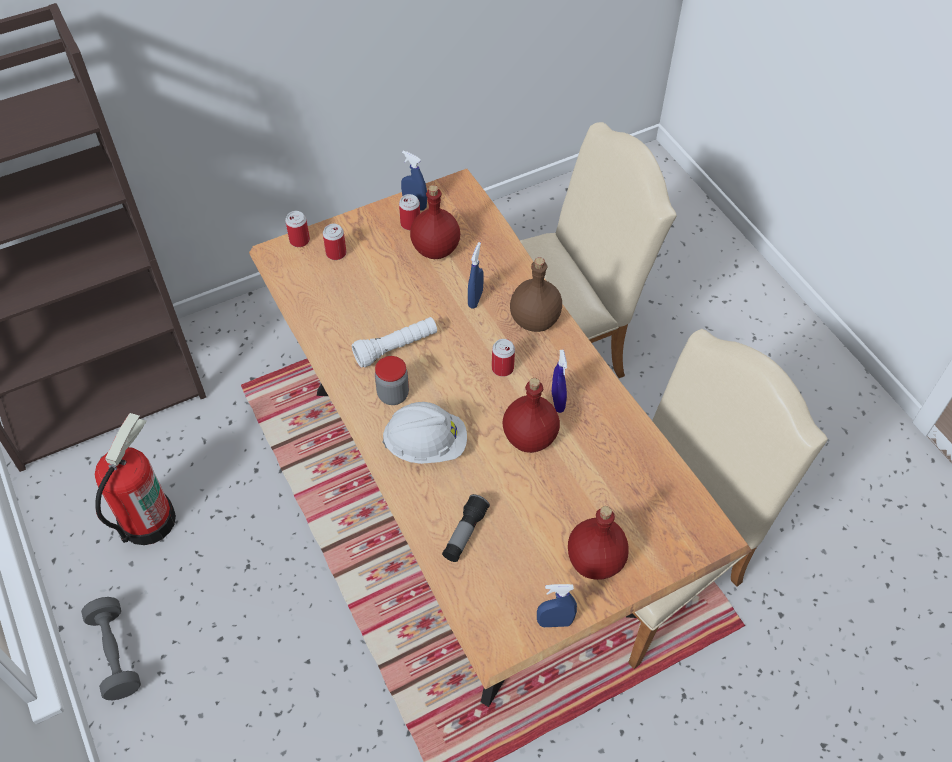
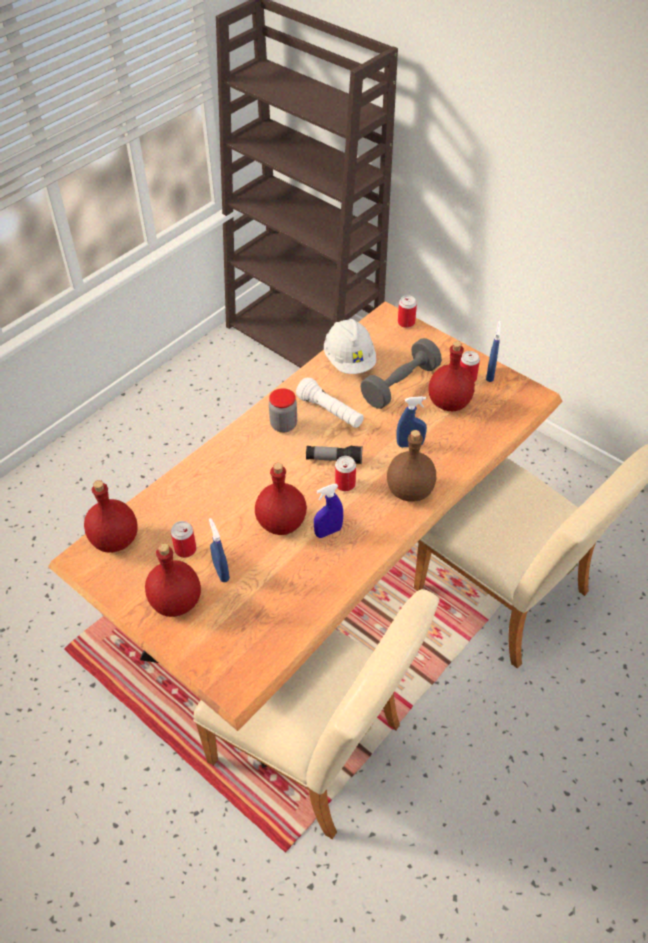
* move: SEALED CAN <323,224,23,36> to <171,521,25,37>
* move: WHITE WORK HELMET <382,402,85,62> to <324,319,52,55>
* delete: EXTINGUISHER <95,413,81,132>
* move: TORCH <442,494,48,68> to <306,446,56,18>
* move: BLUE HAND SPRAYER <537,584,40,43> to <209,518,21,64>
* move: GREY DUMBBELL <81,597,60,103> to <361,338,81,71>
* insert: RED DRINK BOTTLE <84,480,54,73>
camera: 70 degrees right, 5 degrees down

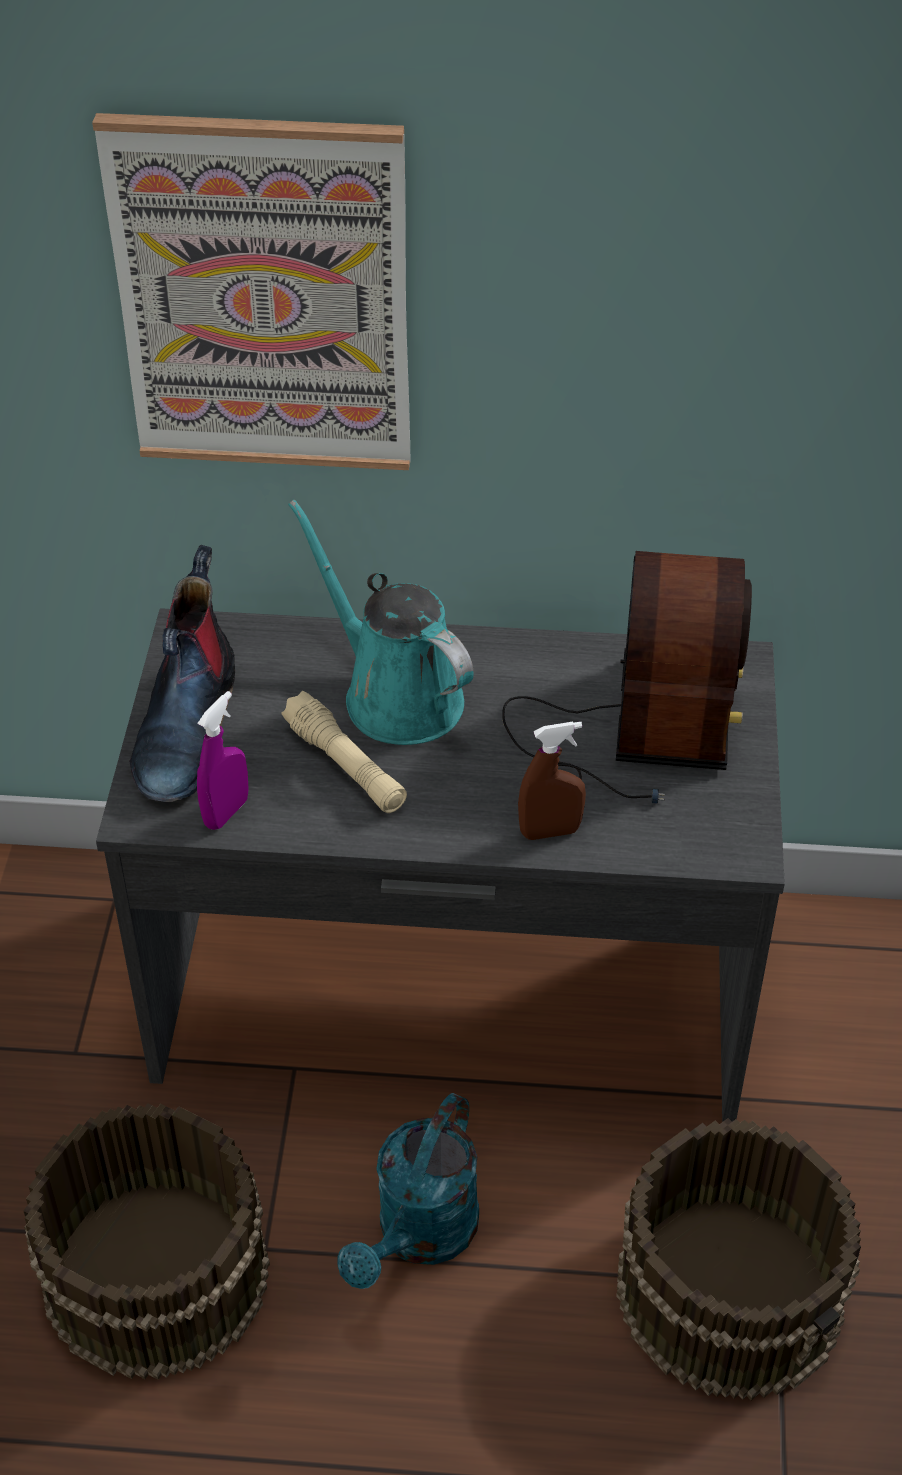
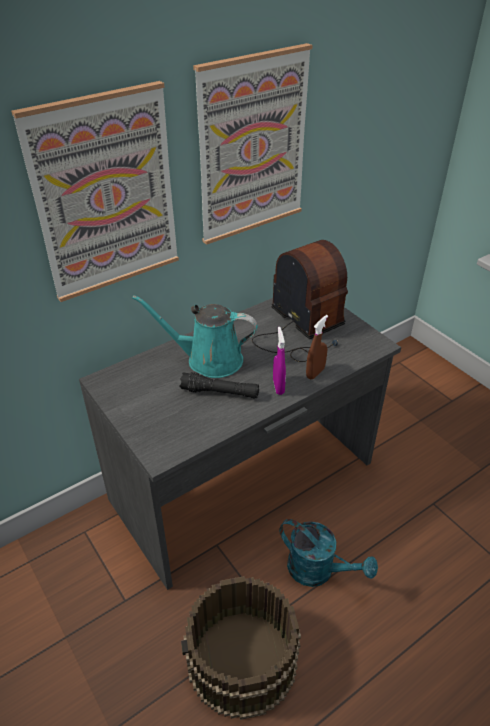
* delete: TALL BOOT <129,545,106,257>
* move: PURPLE HAND SPRAYER <197,691,52,139> to <273,327,13,68>
* recolor: BEIGE TORCH <282,691,125,122> to BLACK-COLOURED TORCH <179,372,80,27>
* rotate: BLUE-GREEN WATERING POT <338,1093,141,196> = <279,519,99,68> 45 degrees counterclockwise
* delete: BROWN BUCKET <616,1118,245,282>
* insert: WALL ART <193,43,120,202>
camera: 40 degrees left, 5 degrees down

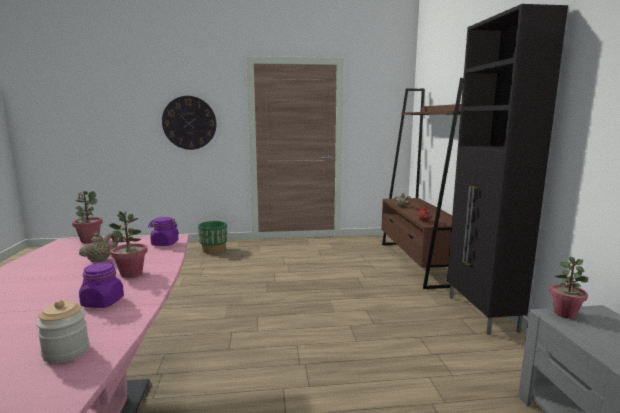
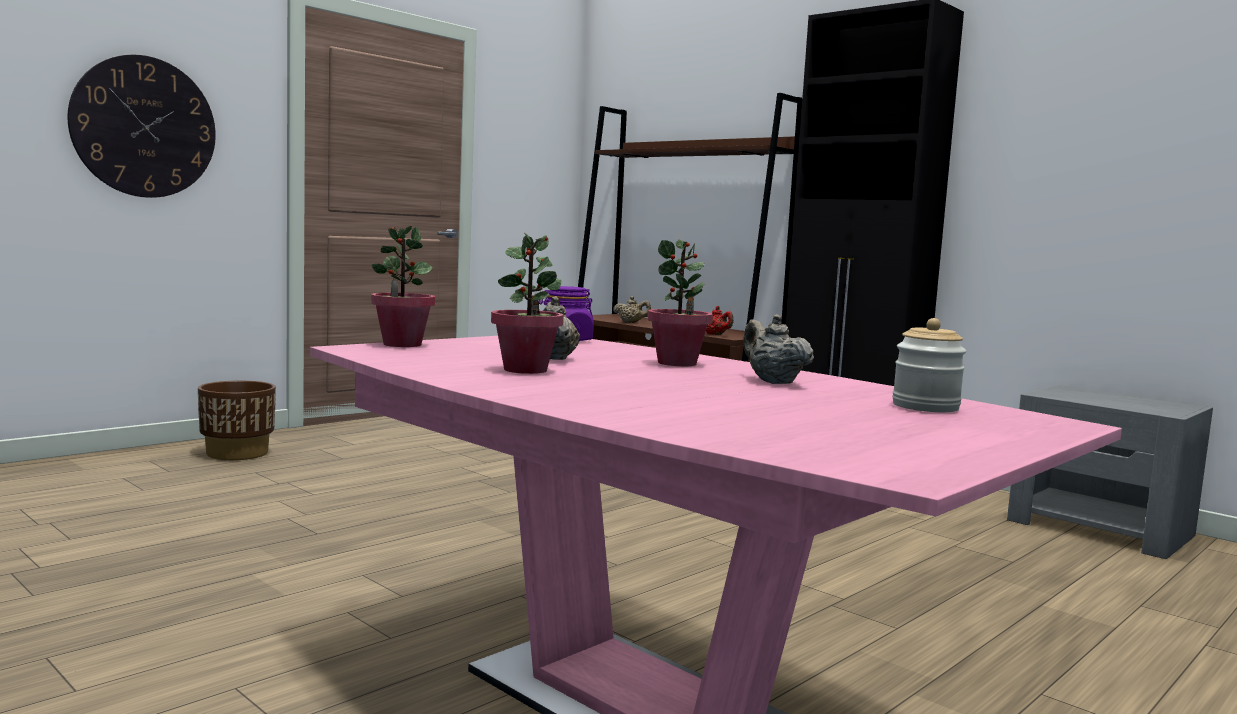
* recolor: GREEN PLANTER <198,221,29,33> to BROWN PLANTER <198,381,78,79>
* move: PLANT IN A POT <550,257,39,62> to <491,233,73,141>
* replace: PURPLE STORAGE JAR <79,262,45,46> to BEIGE TEAPOT <743,314,71,70>
camera: 40 degrees left, 5 degrees down

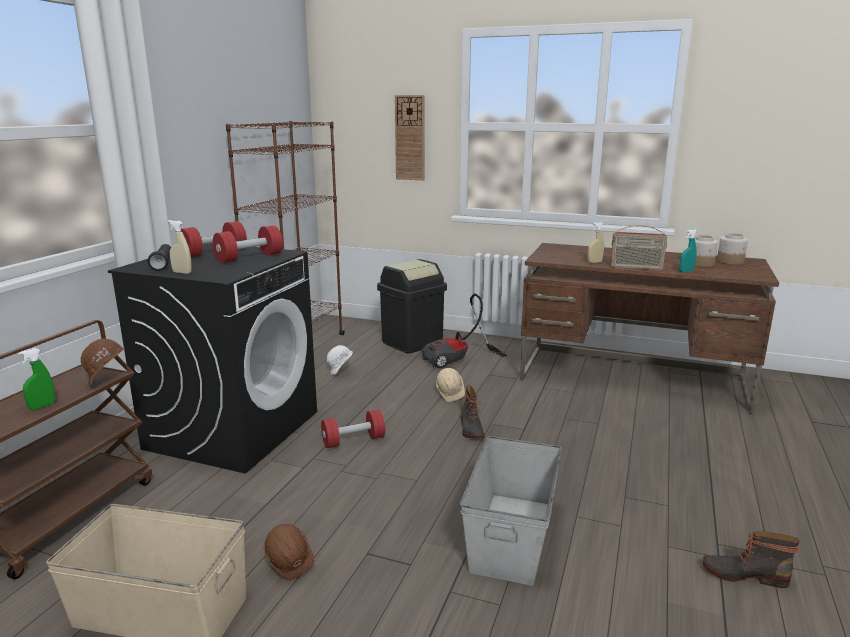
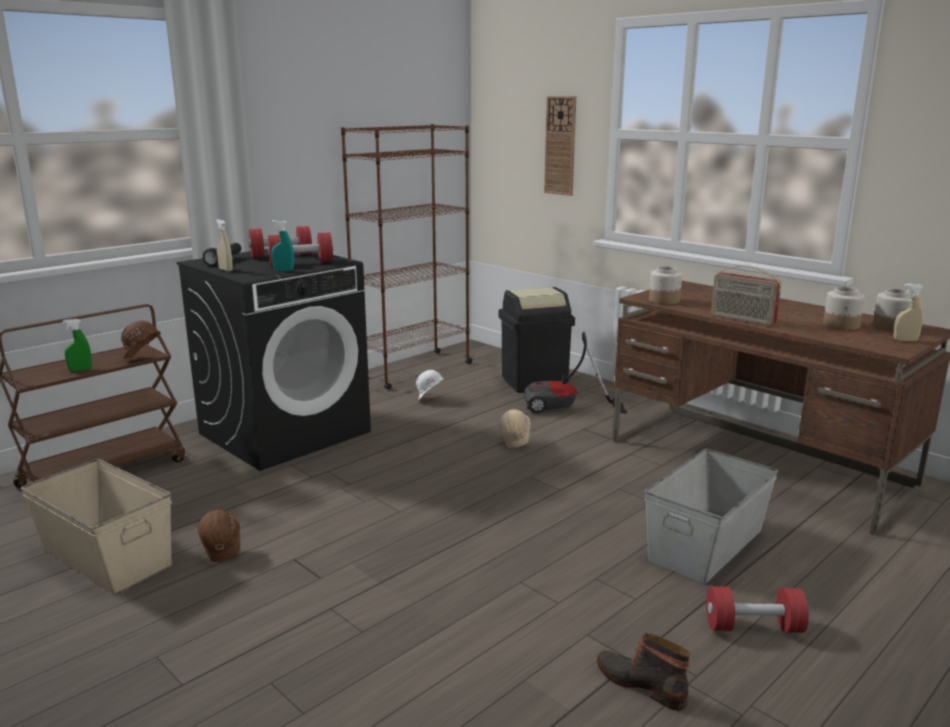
* move: BEIGE HAND SPRAYER <588,222,16,41> to <894,284,30,57>
* move: BLUE-GREEN HAND SPRAYER <679,229,18,44> to <271,220,23,51>
* delete: TALL BOOT <461,385,24,54>
* move: RED DUMBBELL <321,410,64,38> to <706,586,103,47>
* move: GREY STORAGE BIN <460,436,102,150> to <645,449,133,135>
* insert: STORAGE JAR <649,266,33,39>
camera: 25 degrees right, 0 degrees up

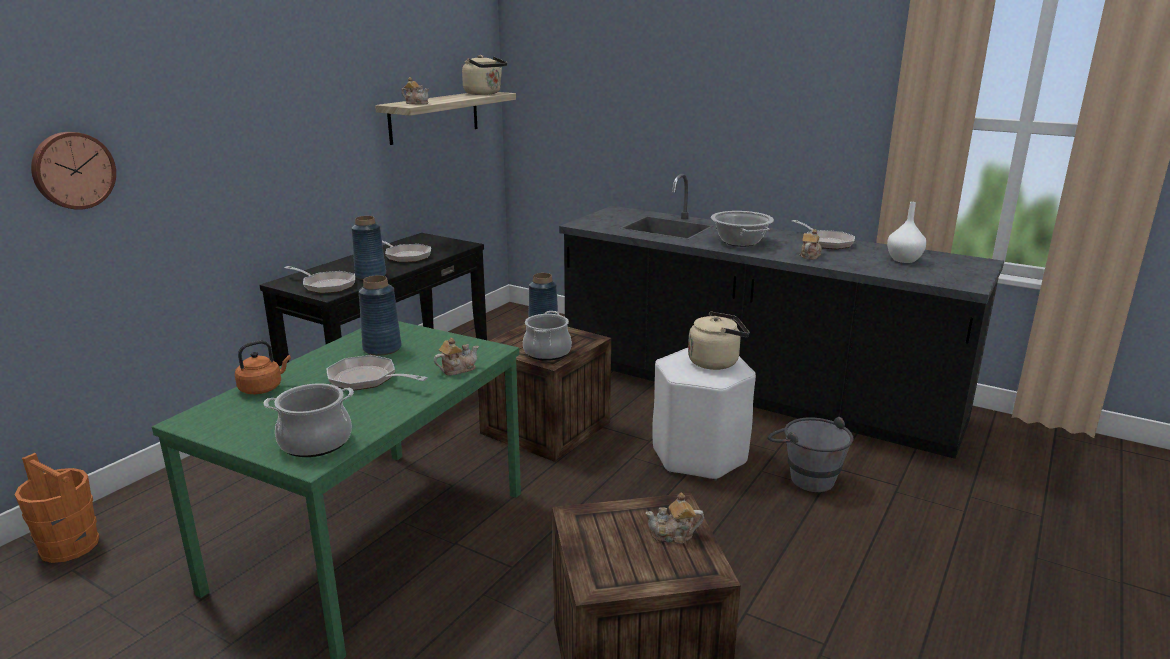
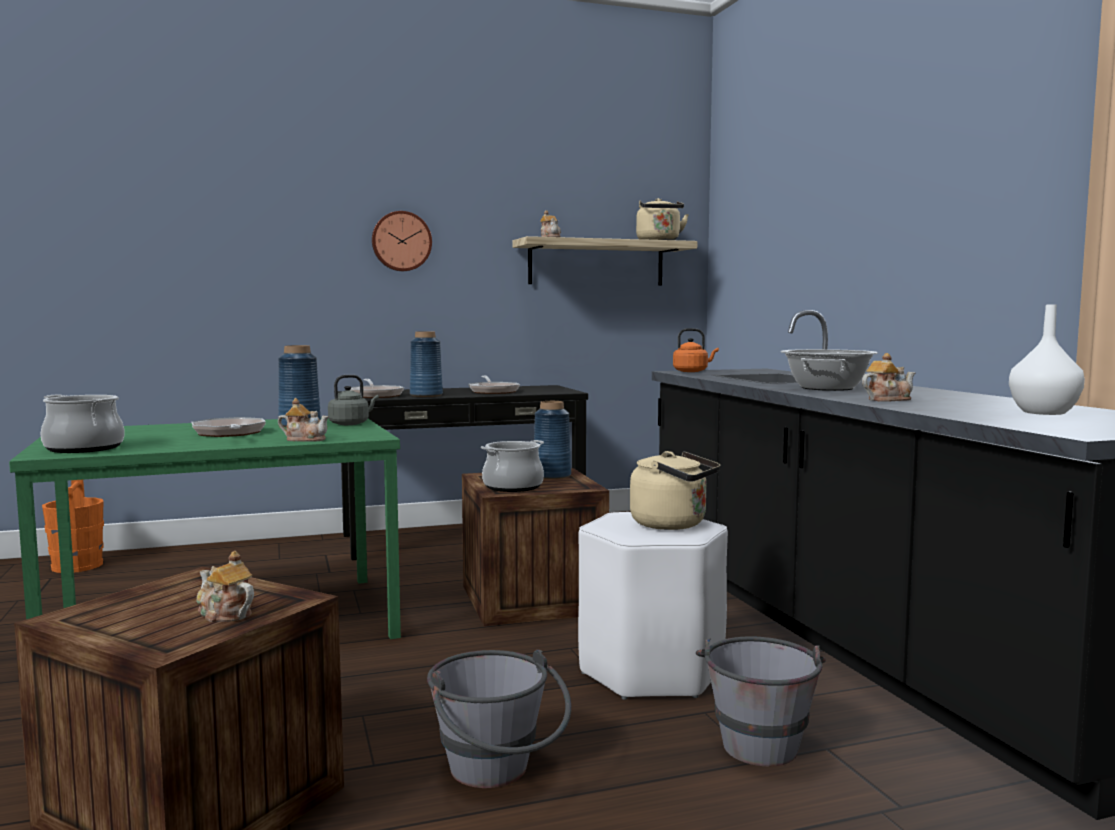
* move: CLOCK ON THE WALL <31,132,85,78> to <372,211,60,60>
* delete: PAN <792,220,63,29>
* move: ORANGE-COLOURED WATER KETTLE <235,340,56,54> to <673,328,46,44>
* insert: GREY WATER KETTLE <328,375,51,50>
* insert: GREY BUCKET <427,650,144,138>
camera: 40 degrees right, 15 degrees down

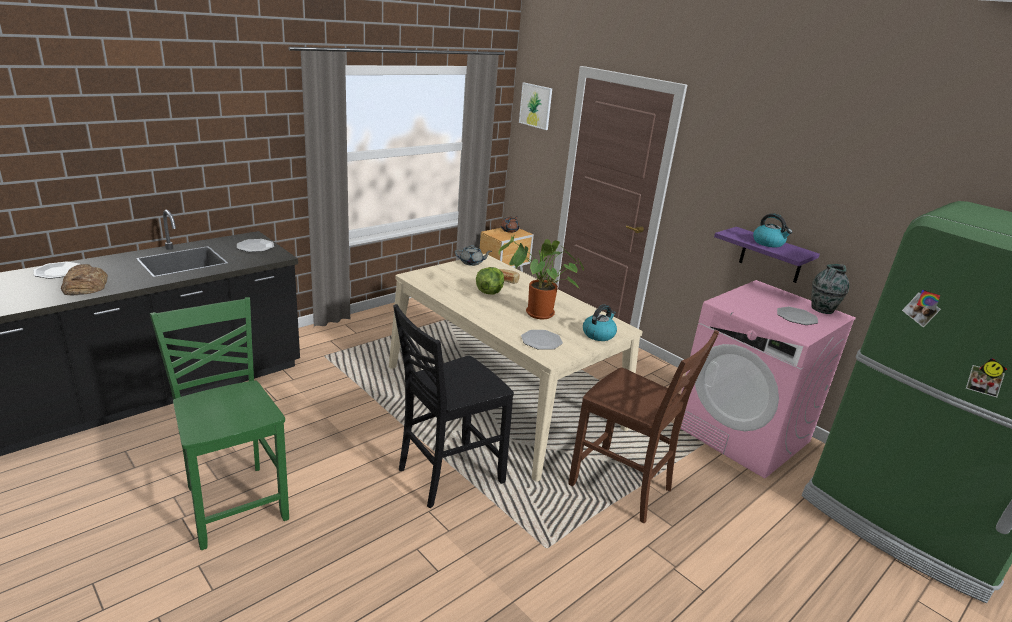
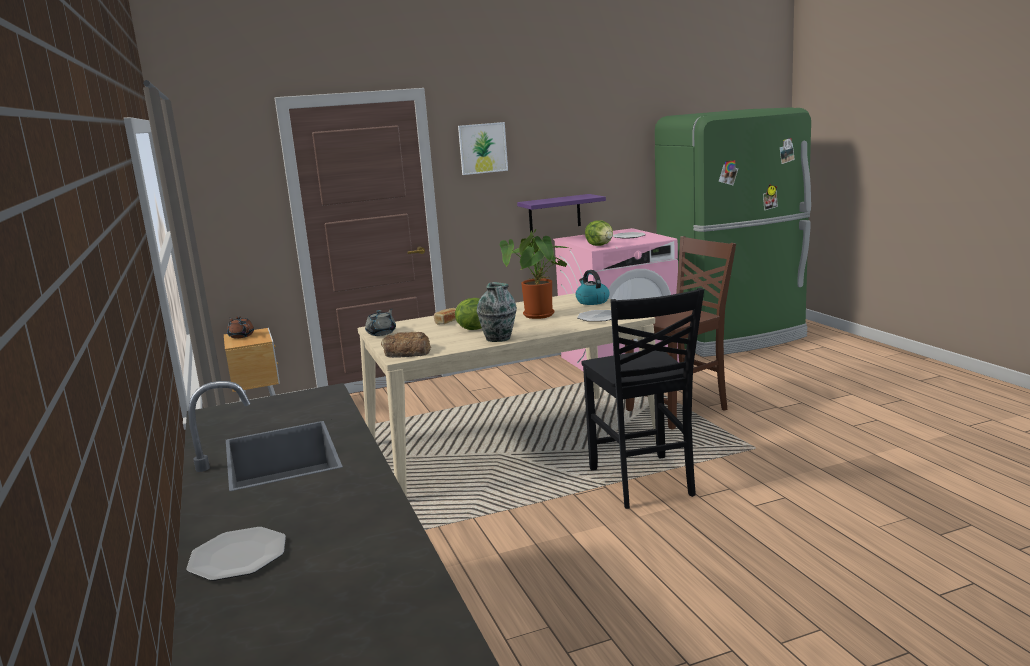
* move: WALL ART <519,82,33,48> to <458,122,50,53>
* delete: WATER KETTLE <753,213,39,35>
* delete: PLATE <237,239,37,13>
* move: BAKED BREAD <61,264,47,31> to <381,332,50,26>
* move: DECORATIVE VASE <811,264,38,50> to <477,282,40,60>
* delete: GREEN PLAIN CHAIR <150,297,139,253>
* insert: LETTUCE <585,220,28,26>
camera: 65 degrees left, 10 degrees down

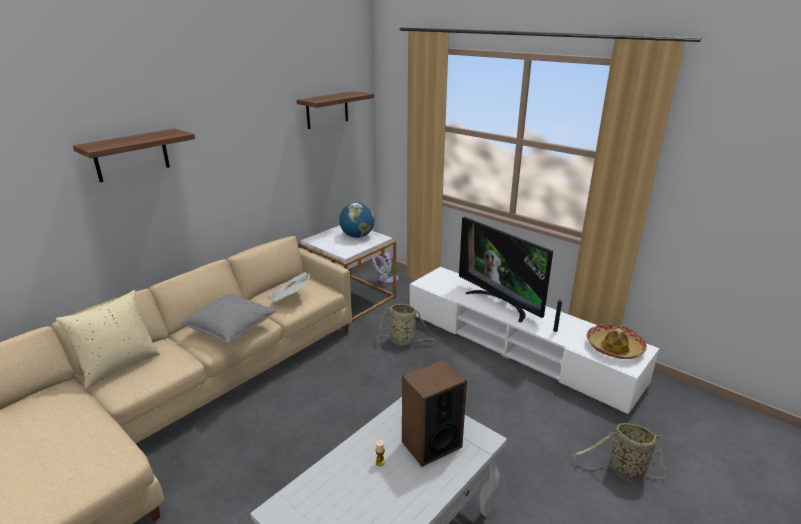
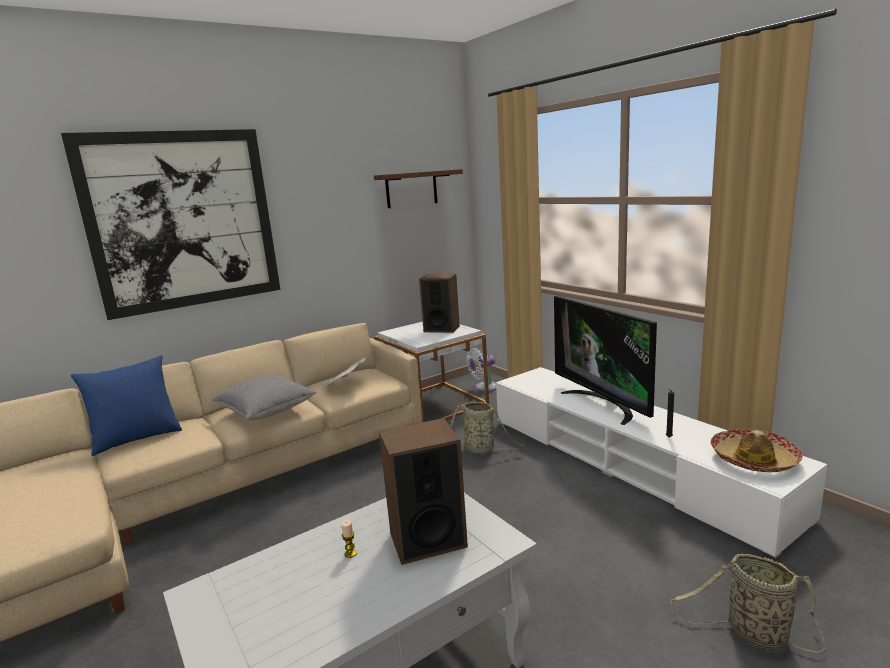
* replace: BRACKET SHELF <73,129,122,53> to WALL ART <61,129,219,191>
* replace: GLOBE <339,203,35,35> to AUDIO SPEAKER <419,274,41,59>
* recolor: BEIGE CUSHION <56,290,104,99> to BLUE CUSHION <71,355,111,101>
camera: 15 degrees right, 10 degrees down

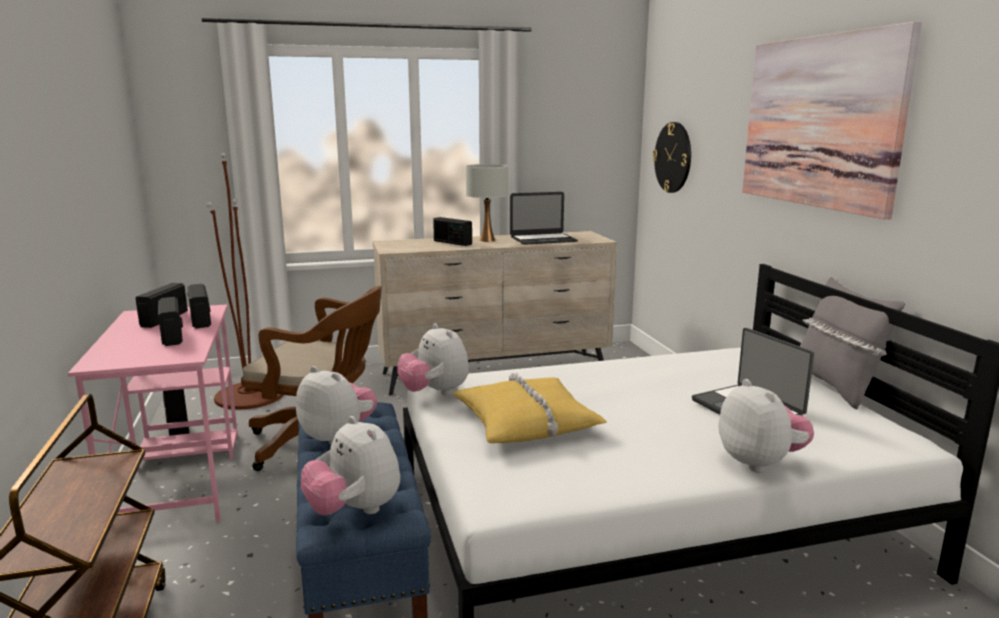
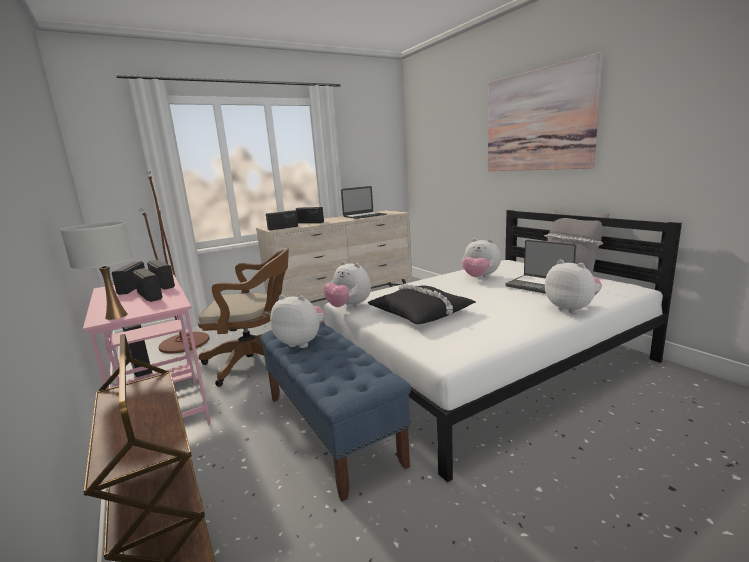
* delete: CLOCK ON THE WALL <652,122,39,71>
* move: WHITE TABLETOP LAMP <466,164,42,78> to <60,222,73,98>
* recolor: YELLOW CUSHION <453,373,154,70> to BLACK-COLOURED CUSHION <368,283,108,41>
* move: SOFT TOY <301,416,99,99> to <462,238,39,40>
* insert: RADIO RECEIVER <266,210,32,20>
camera: 15 degrees left, 0 degrees up

